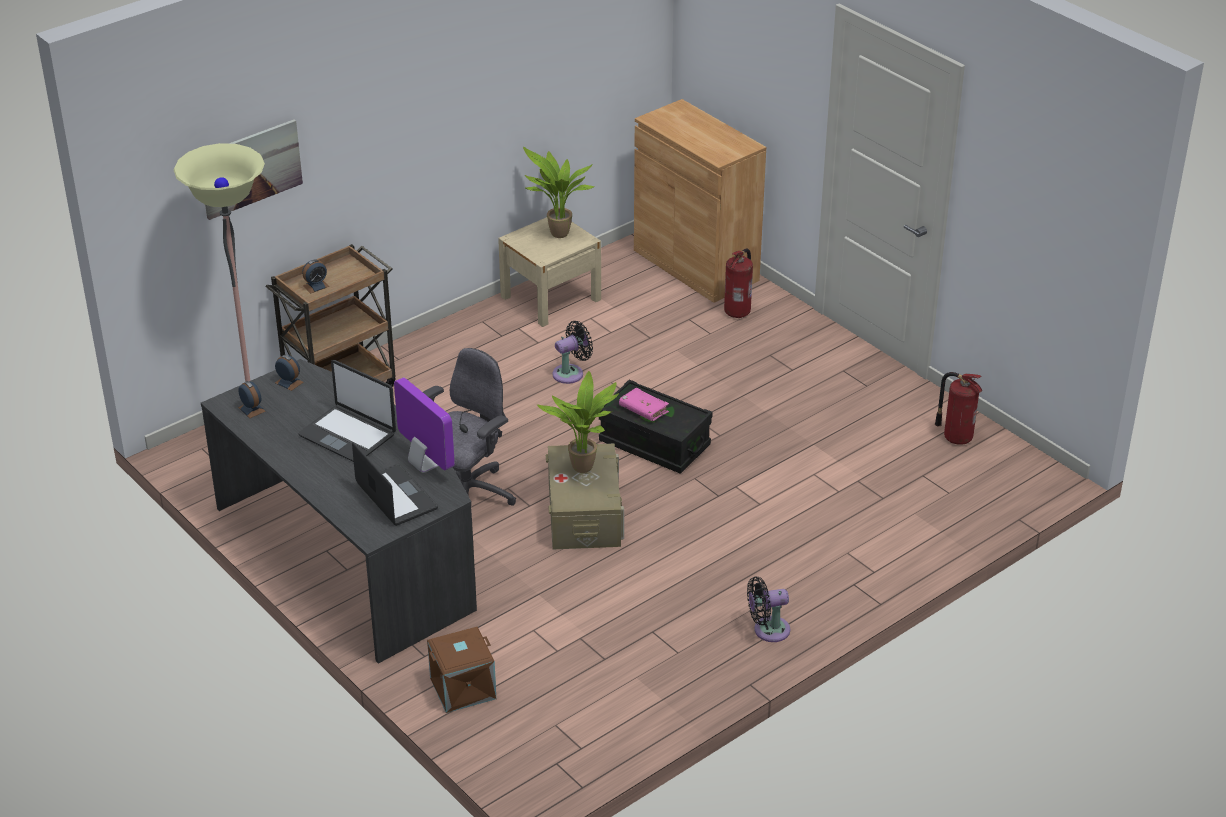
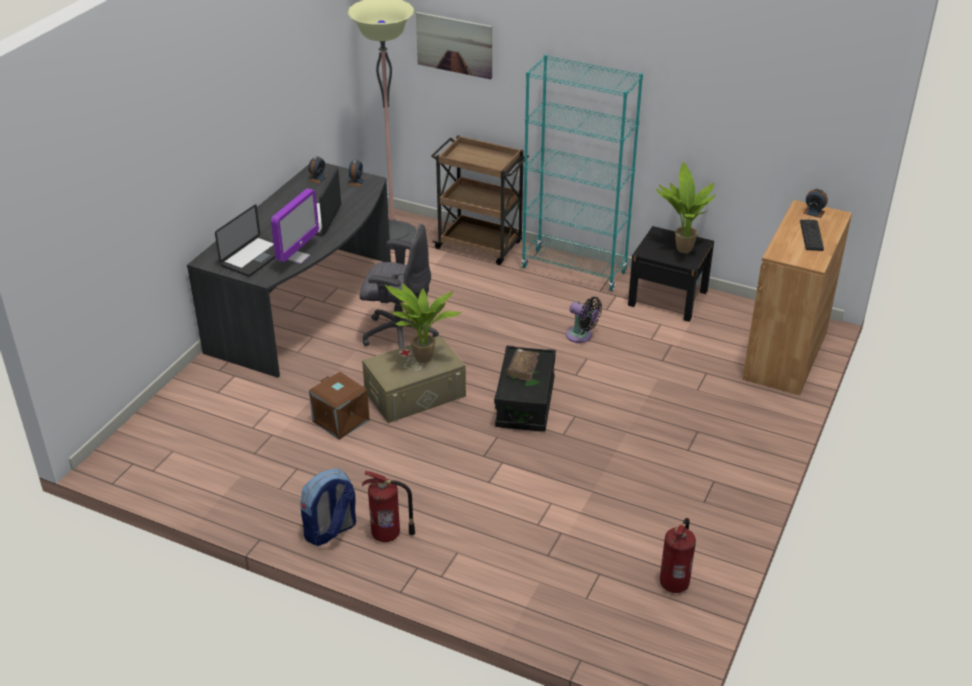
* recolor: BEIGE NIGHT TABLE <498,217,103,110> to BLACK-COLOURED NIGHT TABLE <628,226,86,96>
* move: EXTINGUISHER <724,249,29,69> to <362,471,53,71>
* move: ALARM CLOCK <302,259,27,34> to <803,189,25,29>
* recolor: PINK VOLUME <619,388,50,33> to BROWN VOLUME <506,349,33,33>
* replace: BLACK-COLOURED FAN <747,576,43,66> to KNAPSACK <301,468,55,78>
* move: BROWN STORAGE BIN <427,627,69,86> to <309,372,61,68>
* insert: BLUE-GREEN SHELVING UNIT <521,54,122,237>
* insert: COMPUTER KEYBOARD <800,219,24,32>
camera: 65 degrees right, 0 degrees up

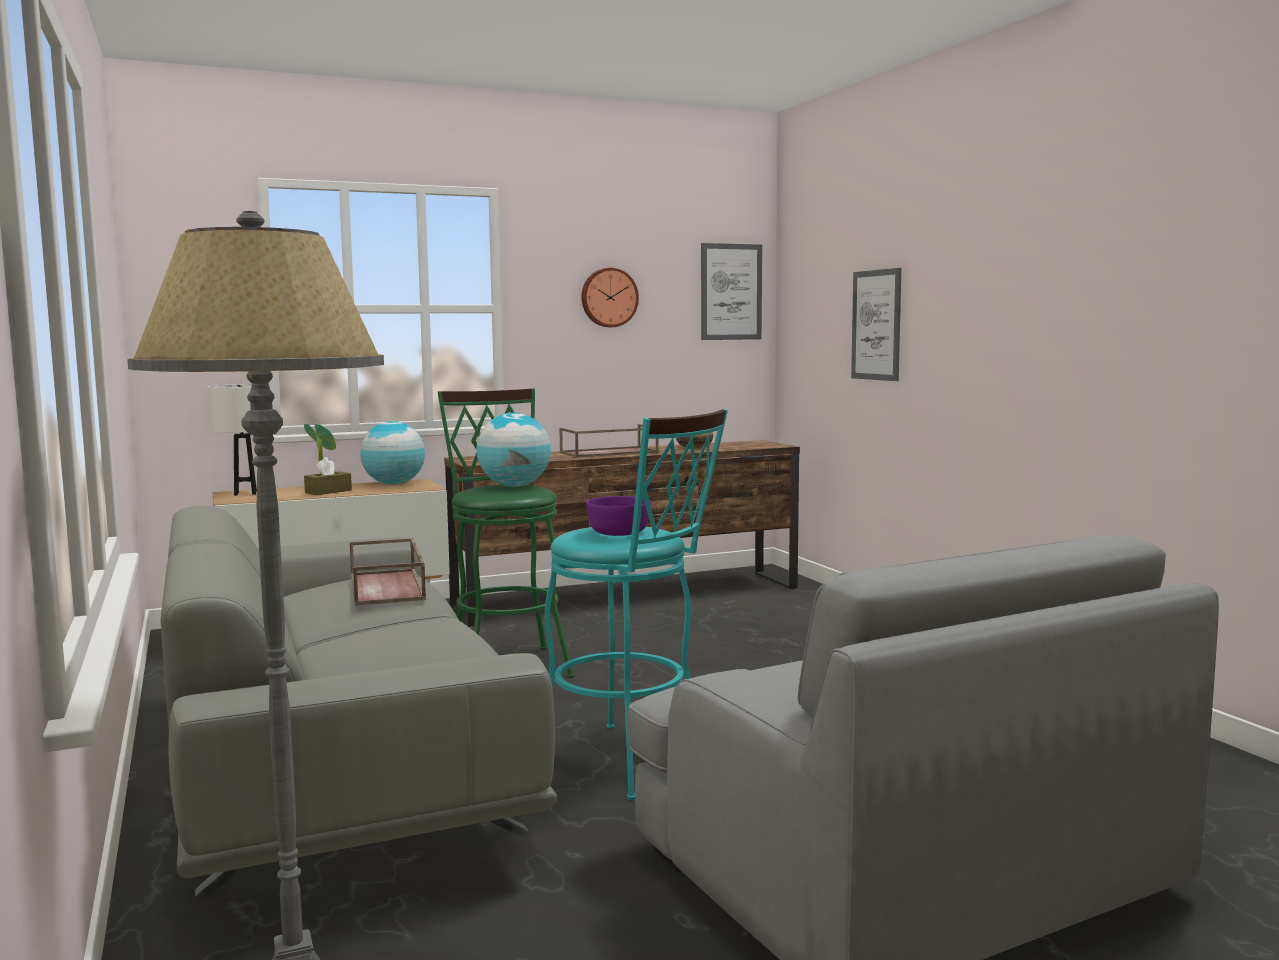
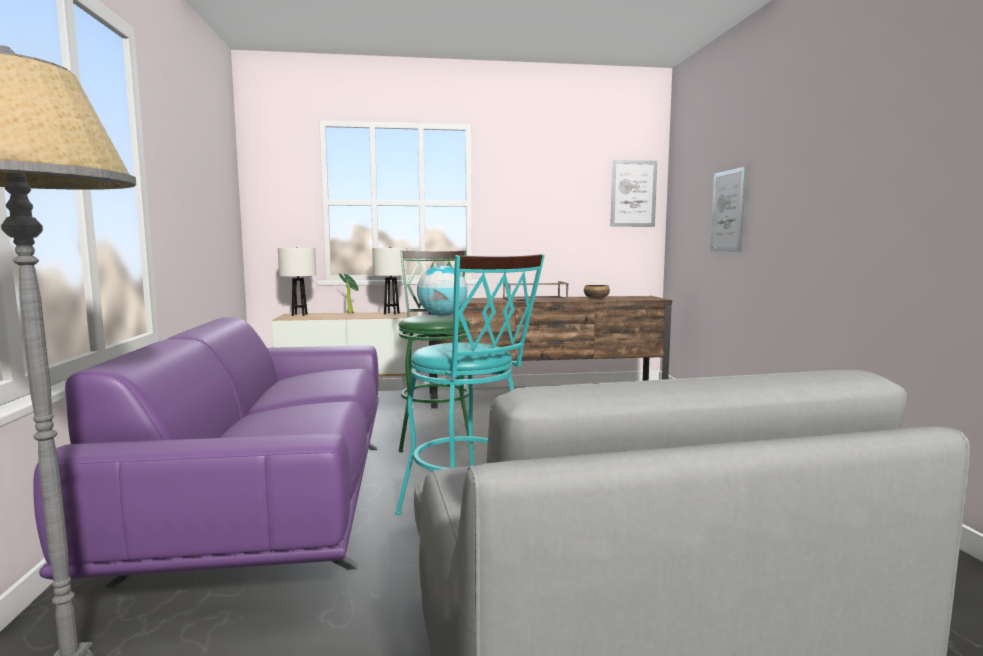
* delete: CLOCK ON THE WALL <582,268,57,59>
* replace: GLOBE <360,421,65,64> to WHITE TABLETOP LAMP <372,247,36,68>
* delete: BROWN TISSUE BOX <304,457,48,38>
* delete: PURPLE DEEP DISH <586,496,65,40>
* recolor: GREY SETTEE <160,506,397,391> to PURPLE SETTEE <34,317,345,270>
* delete: BROWN SERVING TRAY <350,538,76,68>
camera: 15 degrees right, 0 degrees up

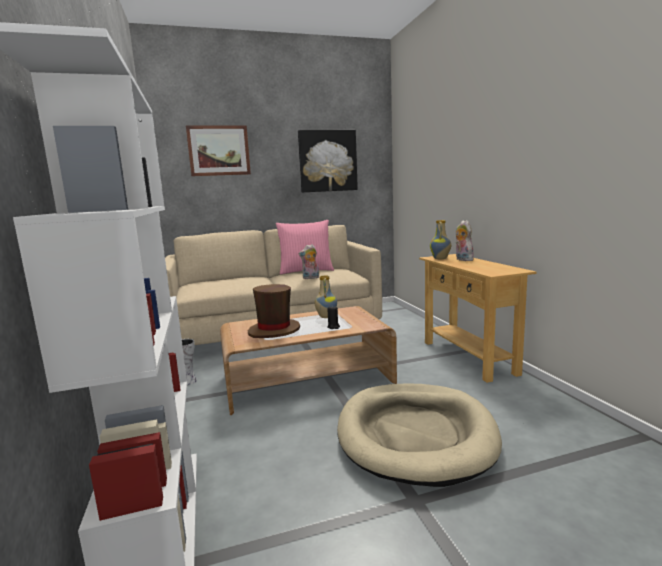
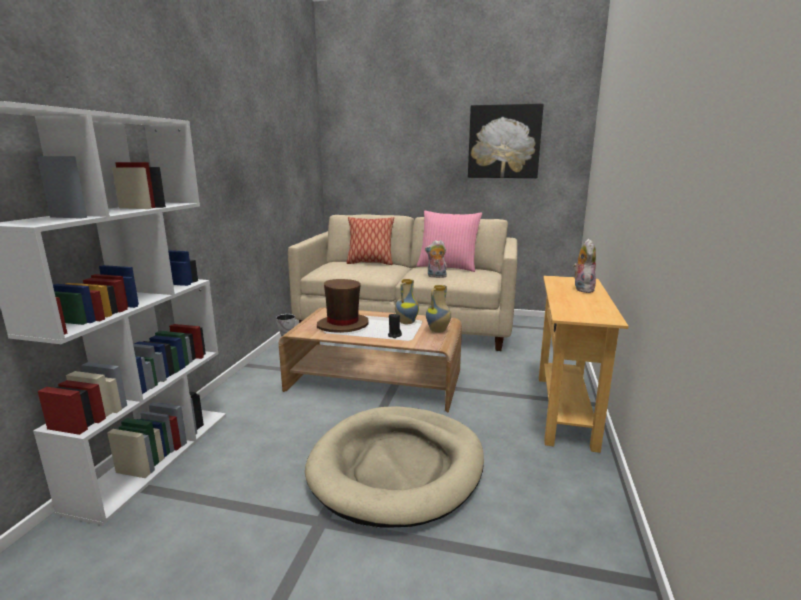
* delete: WALL ART <186,125,65,51>
* move: DECORATIVE VASE <430,220,21,39> to <426,285,25,48>
* insert: CUSHION <346,217,48,48>
camera: 30 degrees right, 5 degrees up

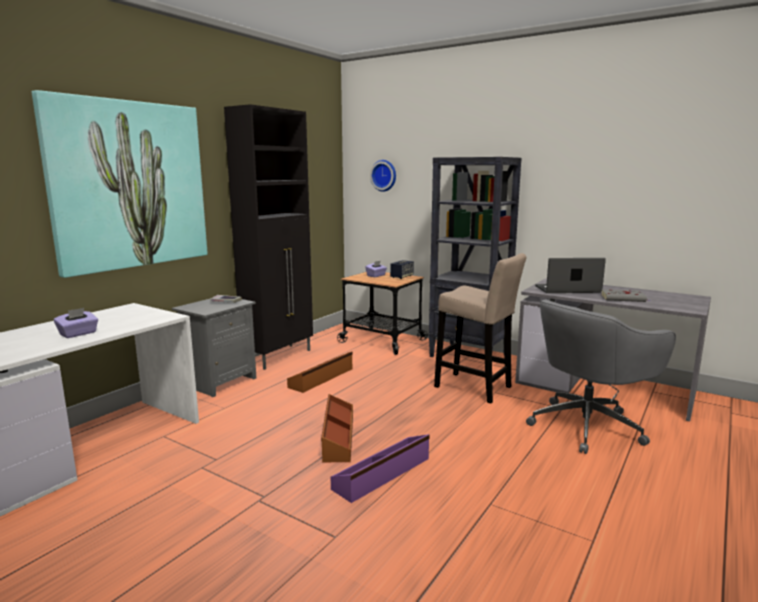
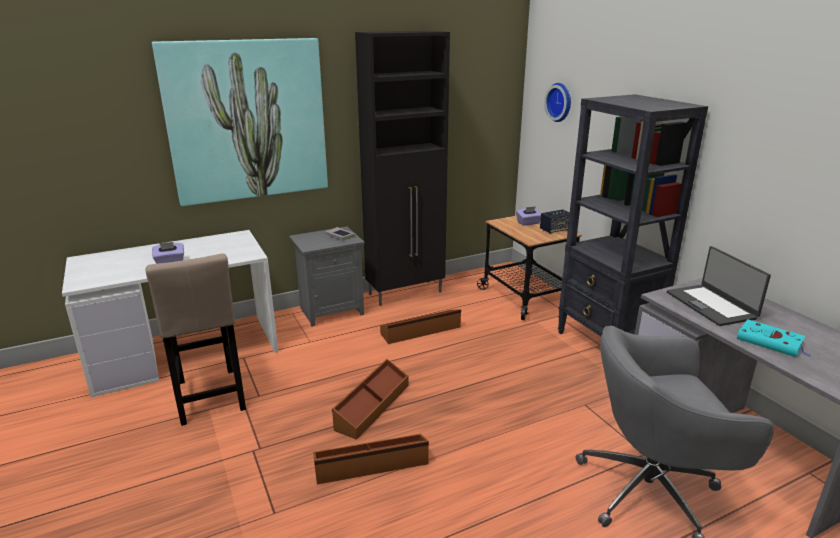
* move: BEIGE STOOL <434,253,92,151> to <146,254,100,172>
* rotate: NOTEBOOK COMPUTER <535,258,71,35> = <667,246,104,80> 135 degrees counterclockwise
* recolor: GREY VOLUME <601,289,50,13> to BLUE-GREEN VOLUME <737,319,74,38>
* recolor: PURPLE STORAGE BIN <331,434,99,69> to BROWN STORAGE BIN <313,434,116,50>
camera: 30 degrees right, 10 degrees up

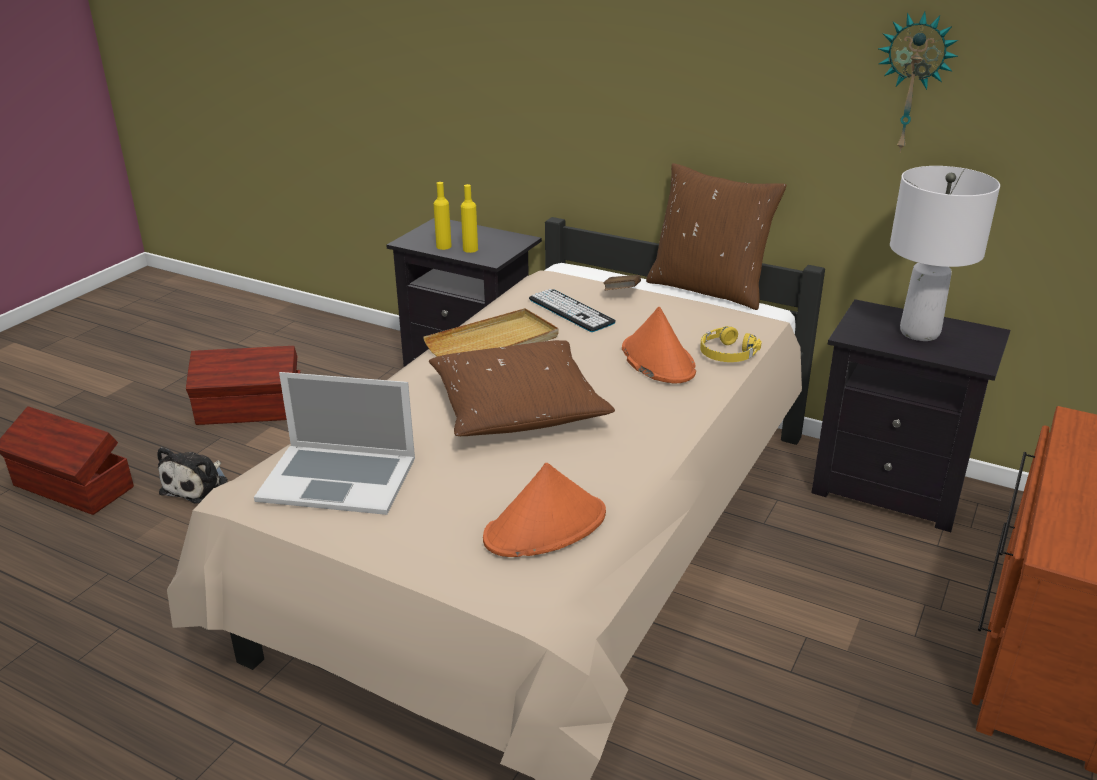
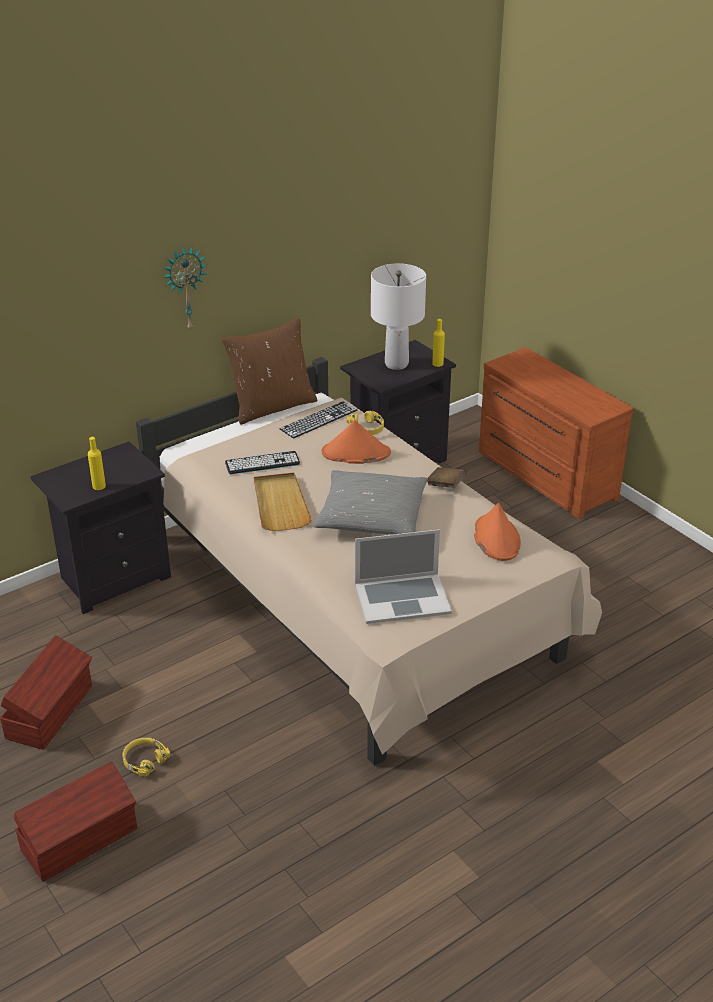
* move: CLOCK ON THE WALL <878,11,80,142> to <163,246,45,86>
* move: YELLOW DRINK BOTTLE <461,184,17,69> to <432,319,13,48>
* move: BROWN VOLUME <603,275,38,15> to <427,467,40,21>
* recolor: BROWN CUSHION <429,340,186,96> to GREY CUSHION <313,470,115,65>
* rotate: NOTEBOOK COMPUTER <254,372,161,143> = <355,529,97,95> 45 degrees clockwise
* replace: SOFT TOY <157,447,71,56> to YELLOW HEADSET <122,737,48,39>
* insert: COMPUTER KEYBOARD <280,401,77,38>
camera: 65 degrees left, 5 degrees up

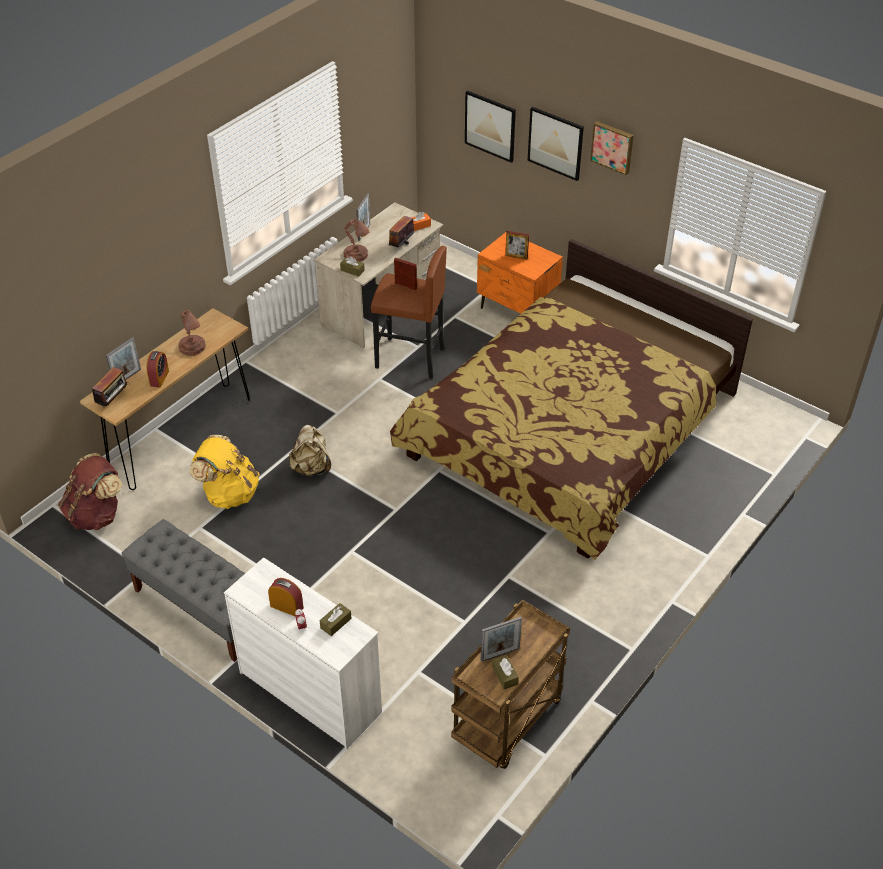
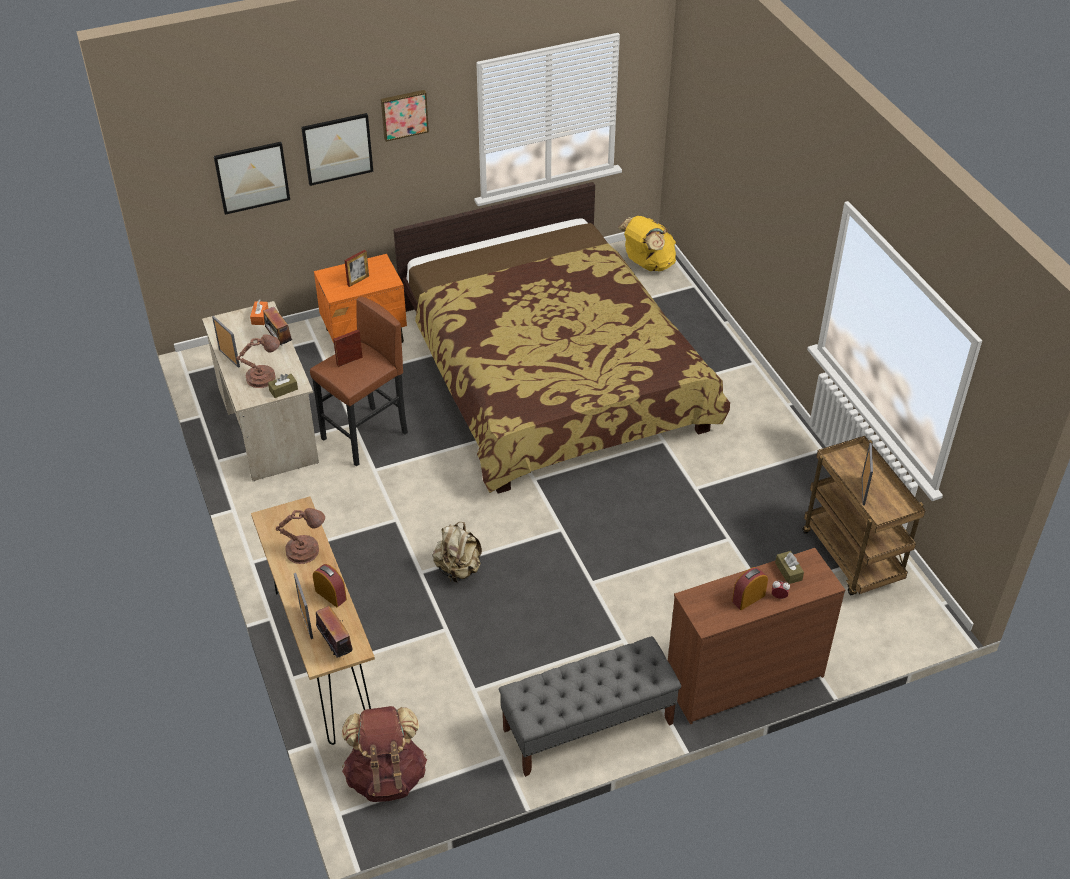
* move: YELLOW KNAPSACK <190,435,70,74> to <618,216,58,55>
* recolor: WHITE DRAWER CHEST <224,557,158,193> to BROWN DRAWER CHEST <668,548,177,176>
* delete: BROWN TISSUE BOX <492,655,27,34>
camera: 60 degrees left, 0 degrees up

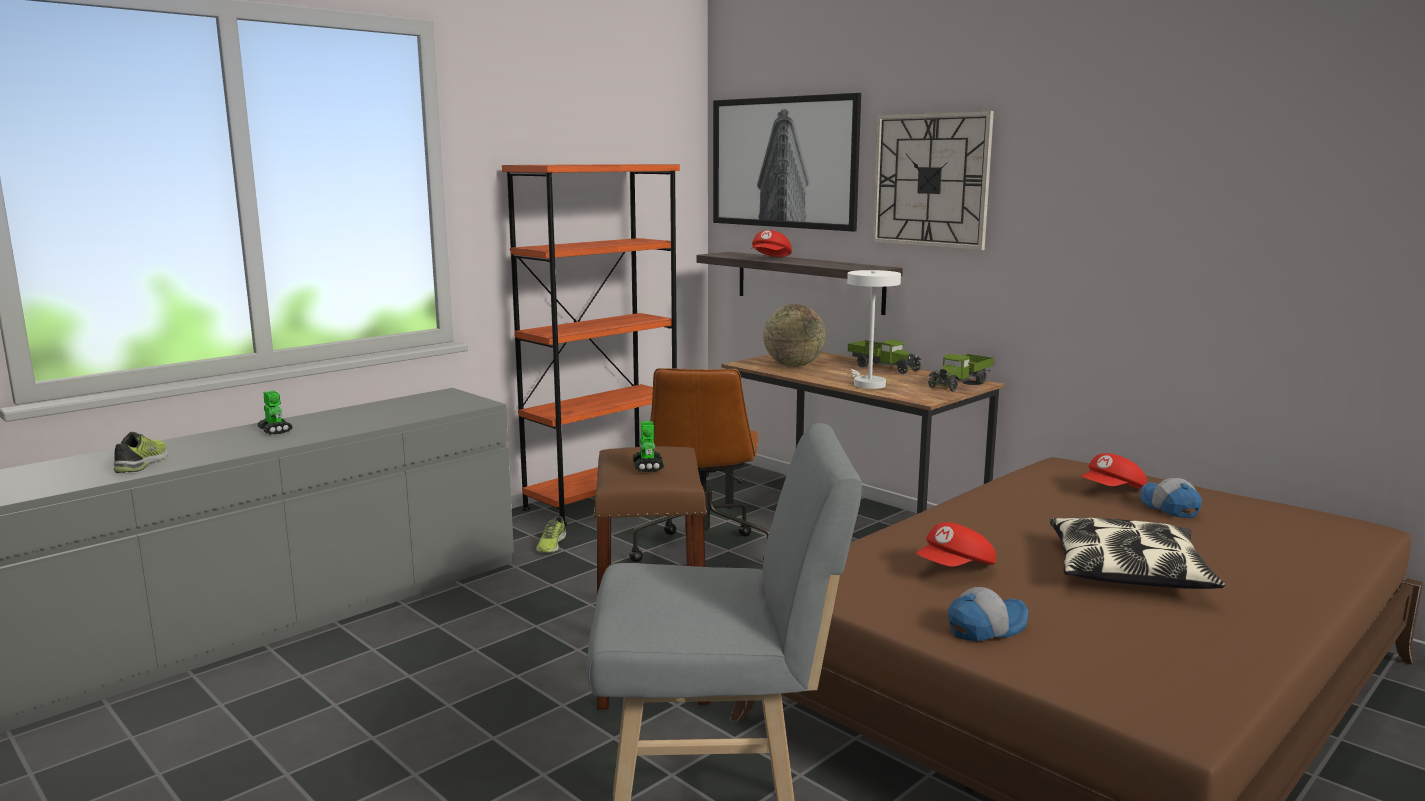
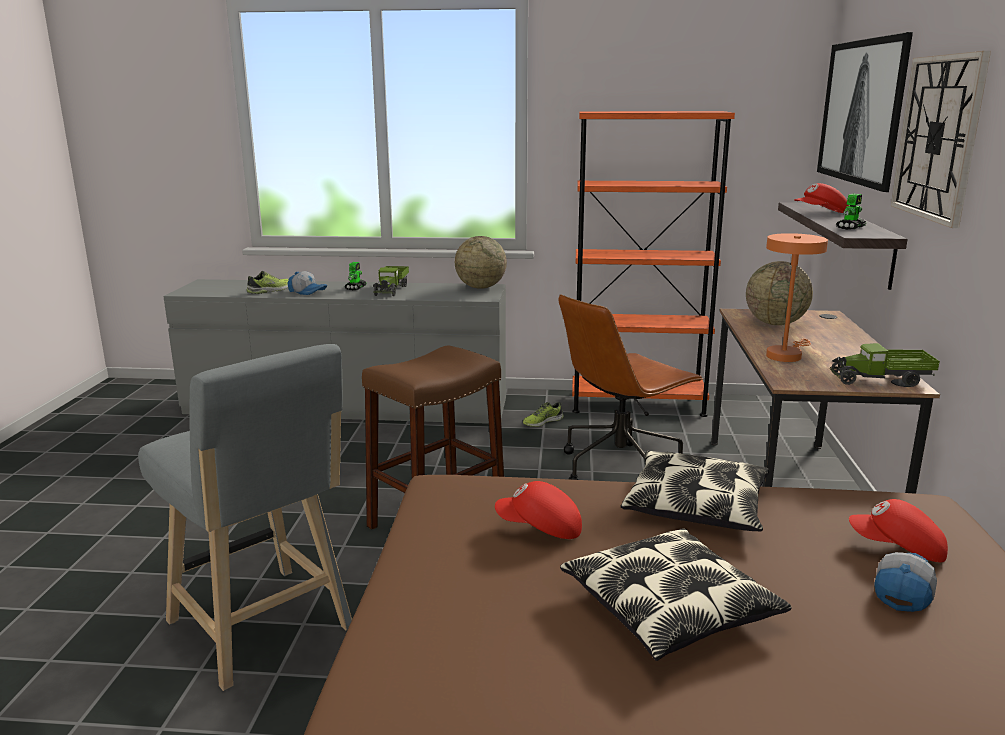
* recolor: WHITE TABLETOP LAMP <847,270,54,119> to ORANGE-COLOURED TABLETOP LAMP <766,233,62,129>
* move: TOY TRUCK <848,340,74,34> to <373,266,36,30>
* move: ROBOT FIGURE <633,421,31,51> to <836,194,30,36>
* move: PEAKED CAP <948,587,81,54> to <288,271,39,24>
* insert: GLOBE <455,236,52,53>
* insert: CUSHION <621,451,148,81>
camera: 50 degrees right, 5 degrees up

